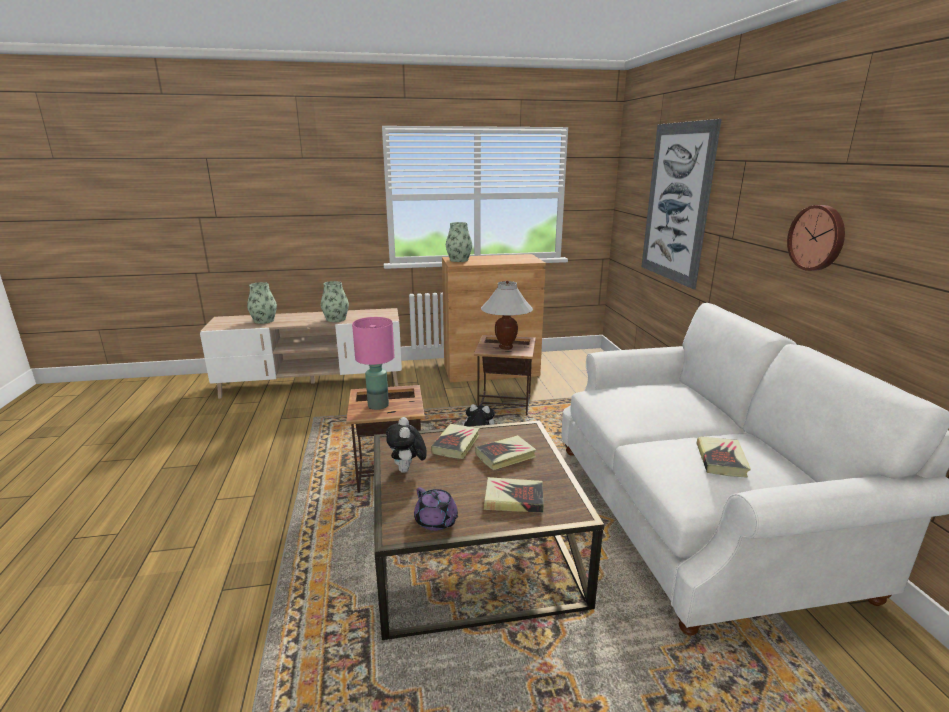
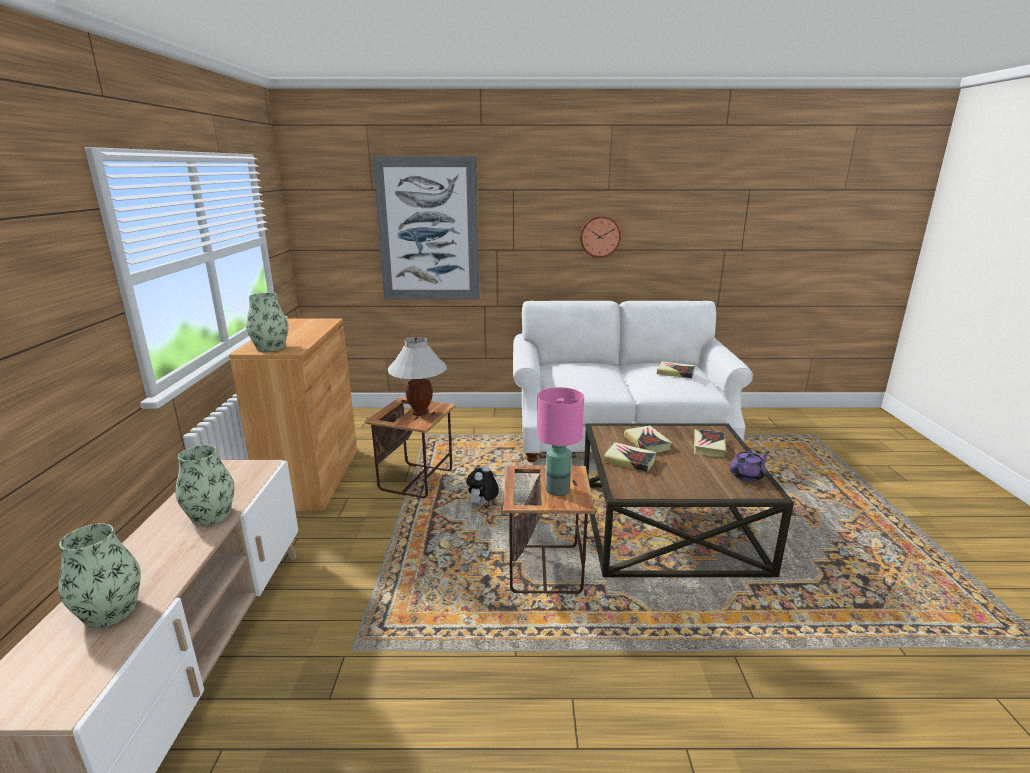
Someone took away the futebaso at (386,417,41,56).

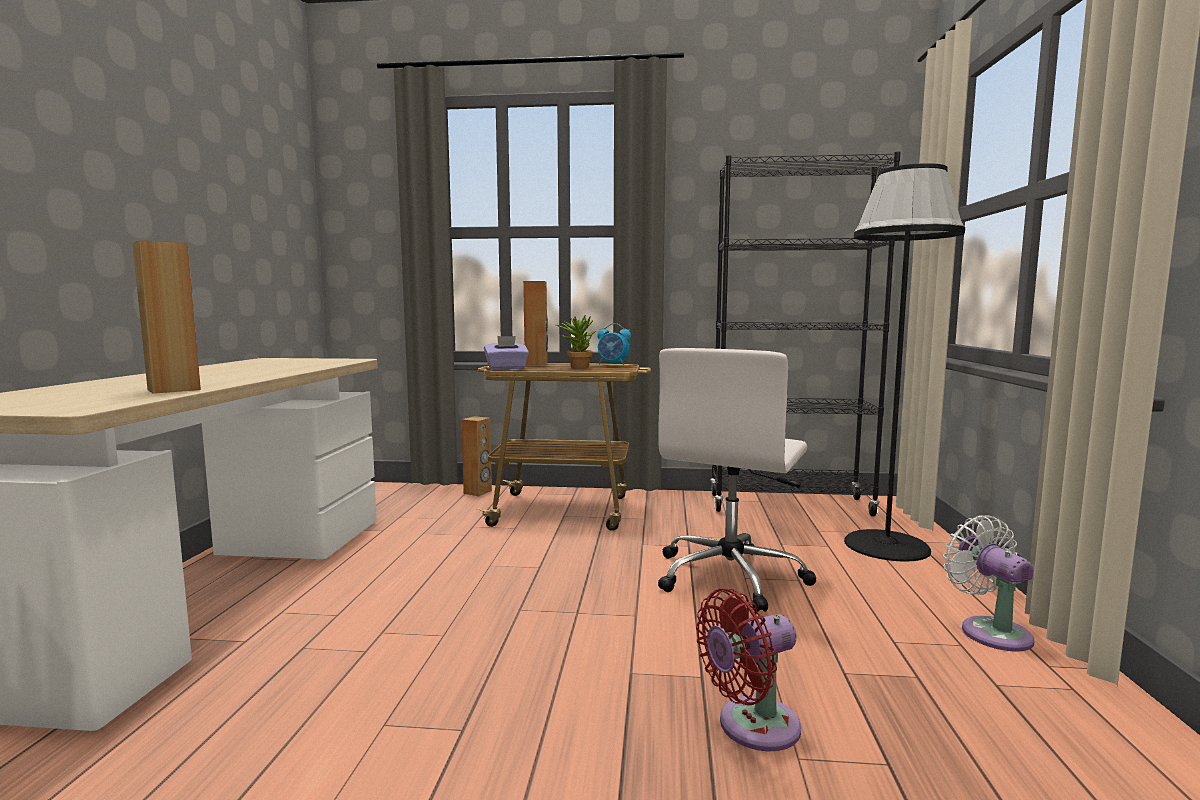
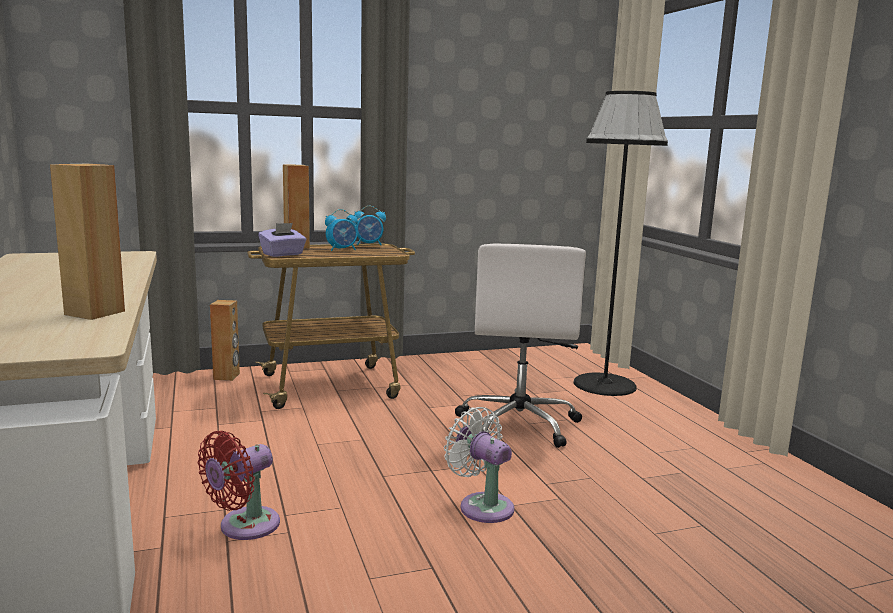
Someone carried the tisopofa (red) from (696,588,105,163) to (198,431,82,109).
Someone swapped the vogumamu at (556,315,41,54) for the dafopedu at (325,209,33,42).
Someone carried the tisopofa (white) from (943,515,91,137) to (444,407,70,116).
Someone took away the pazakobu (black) at (710,152,190,365).

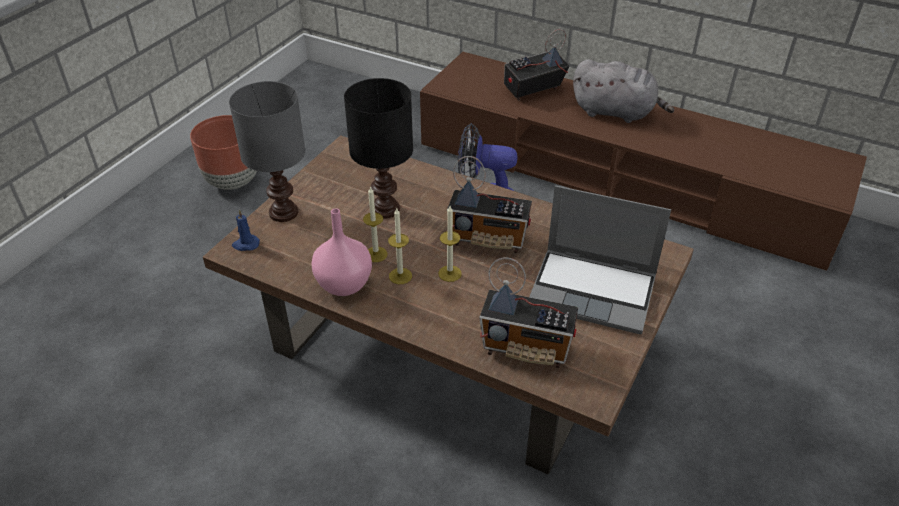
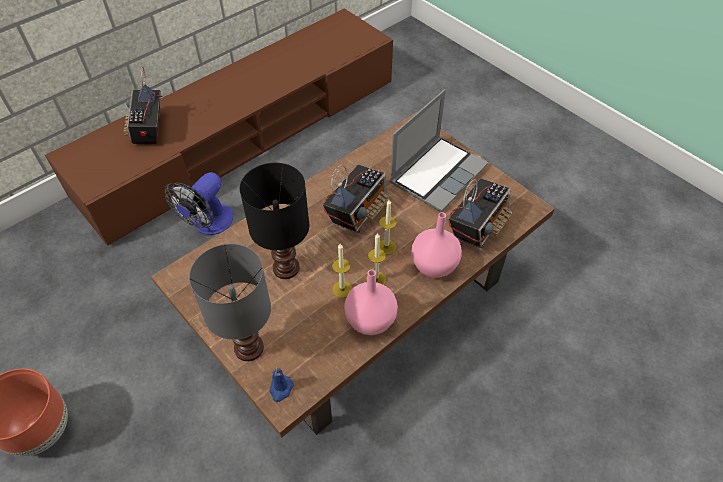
Someone put down the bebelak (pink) at (411,212,51,66).
Someone took away the futebaso (grey) at (573,59,101,64).

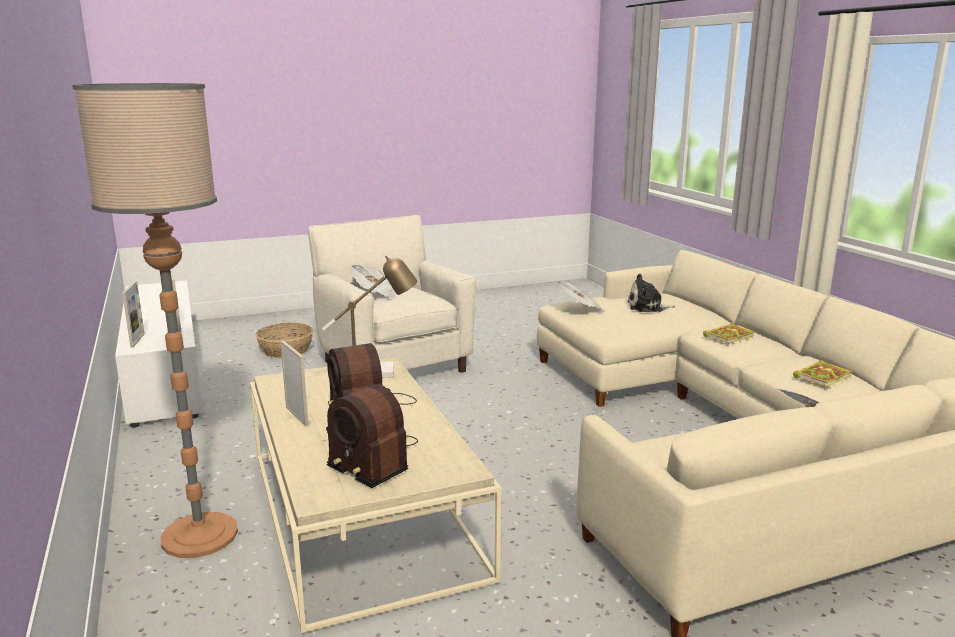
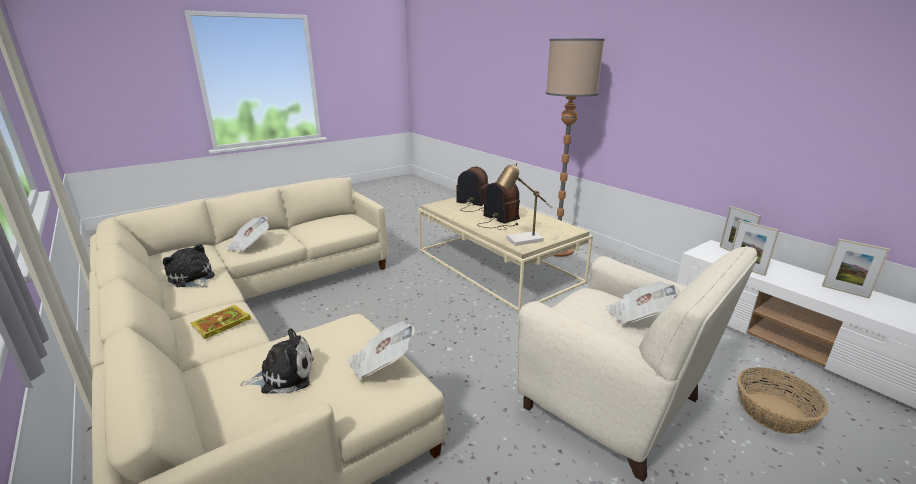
Someone swapped the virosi at (793,360,59,27) for the futebaso at (163,244,52,44).
Someone carried the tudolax from (280,340,29,87) to (822,239,68,60).

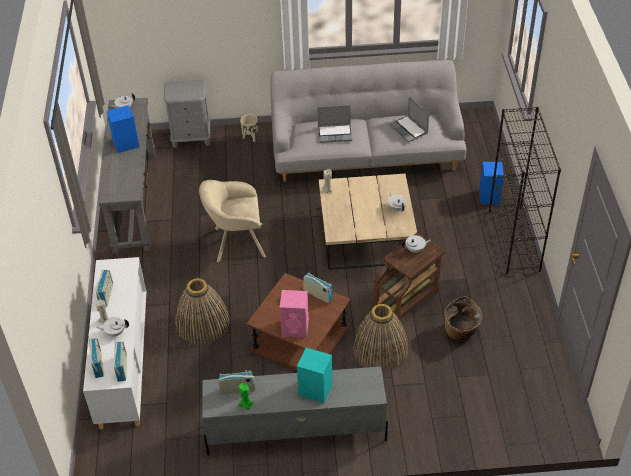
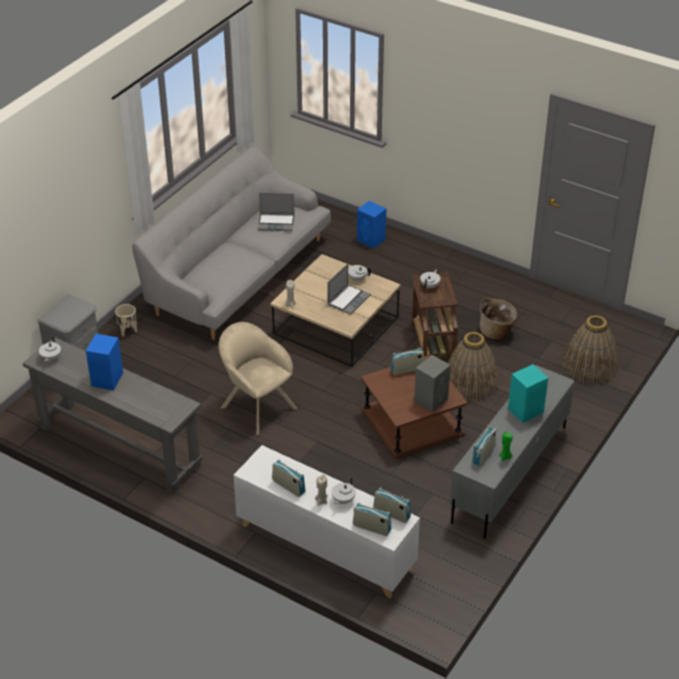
Someone rotated the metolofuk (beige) at (199,180,67,83) by 105 degrees clockwise.
Someone carried the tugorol from (317,105,35,38) to (327,263,44,52).
Someone repainted the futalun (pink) at (280,290,29,48), which became the futalun (grey) at (414,355,37,57).
Someone carried the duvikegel from (176,278,54,67) to (563,315,55,70).
Someone took away the pazakobu (black) at (489,107,72,167).

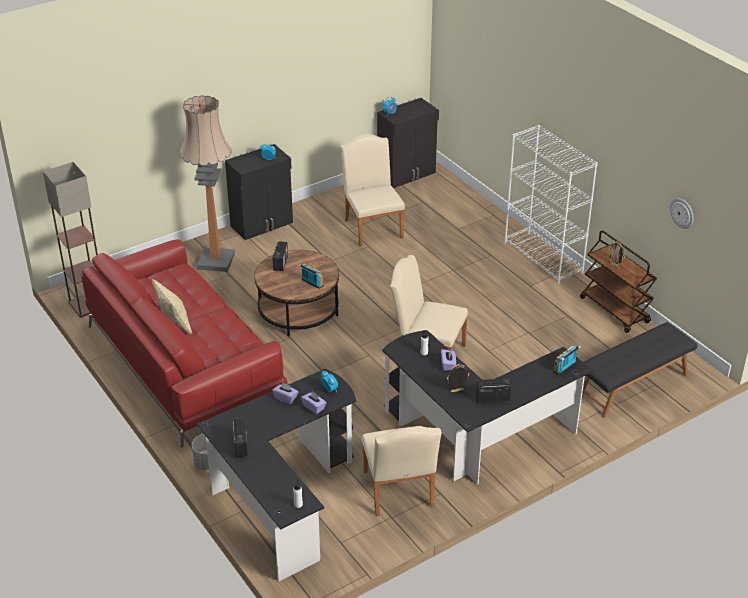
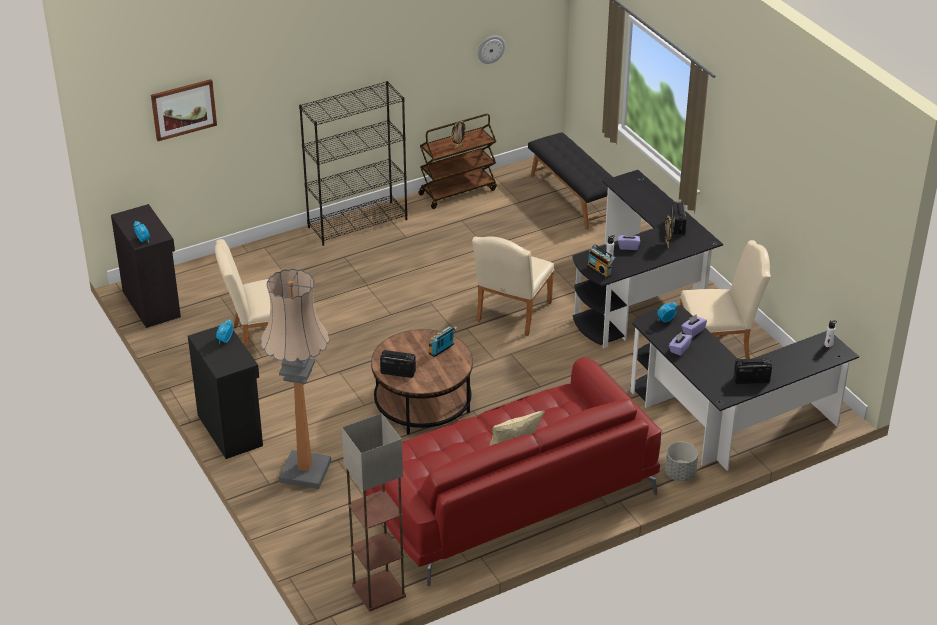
Someone put up the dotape at (151,79,66,62).
Someone repainted the pazakobu (white) at (505,125,93,159), which became the pazakobu (black) at (299,81,109,165).
Someone carried the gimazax from (553,345,28,30) to (587,244,29,35).

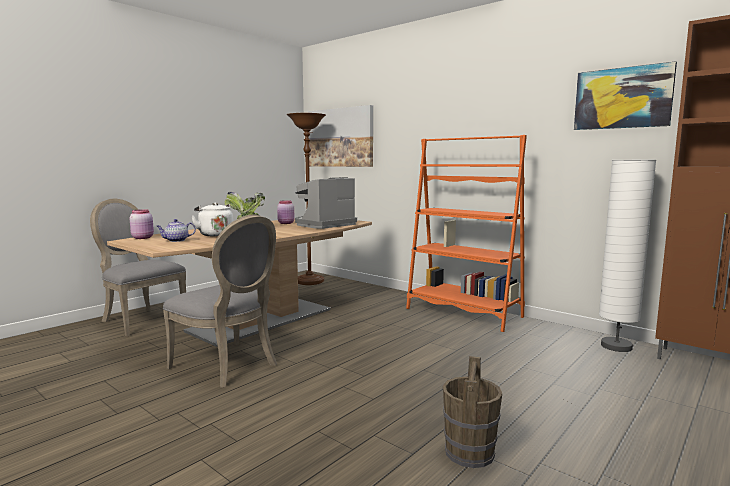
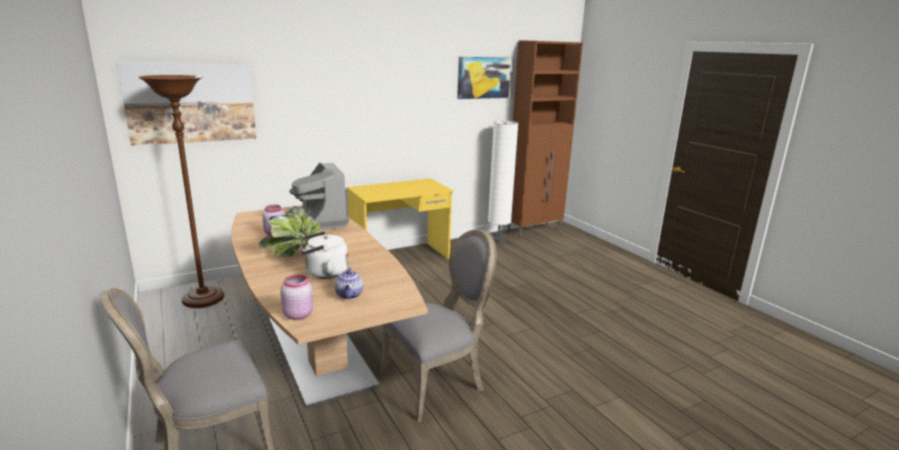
Someone swapped the pazakobu (orange) at (406,135,121,197) for the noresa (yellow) at (347,179,107,80).
Someone took away the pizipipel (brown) at (443,356,59,112).

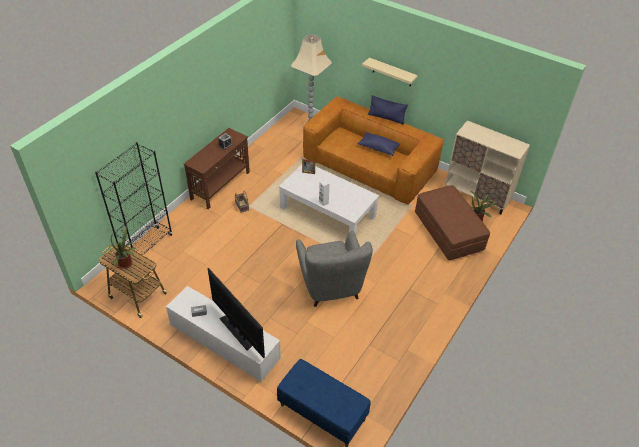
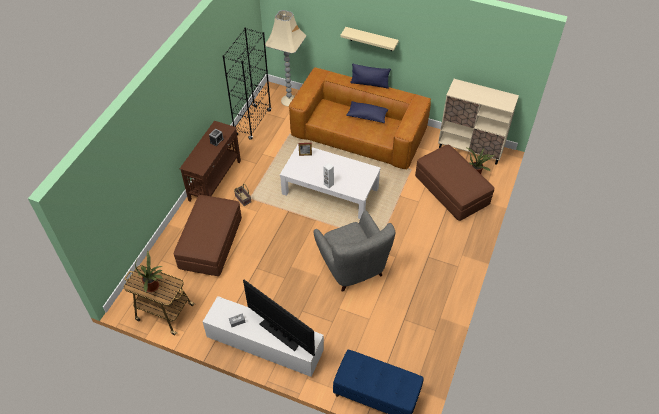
Someone put down the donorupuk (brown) at (174,195,68,81).
Someone carried the pazakobu (black) from (95,142,77,115) to (223,27,49,113).

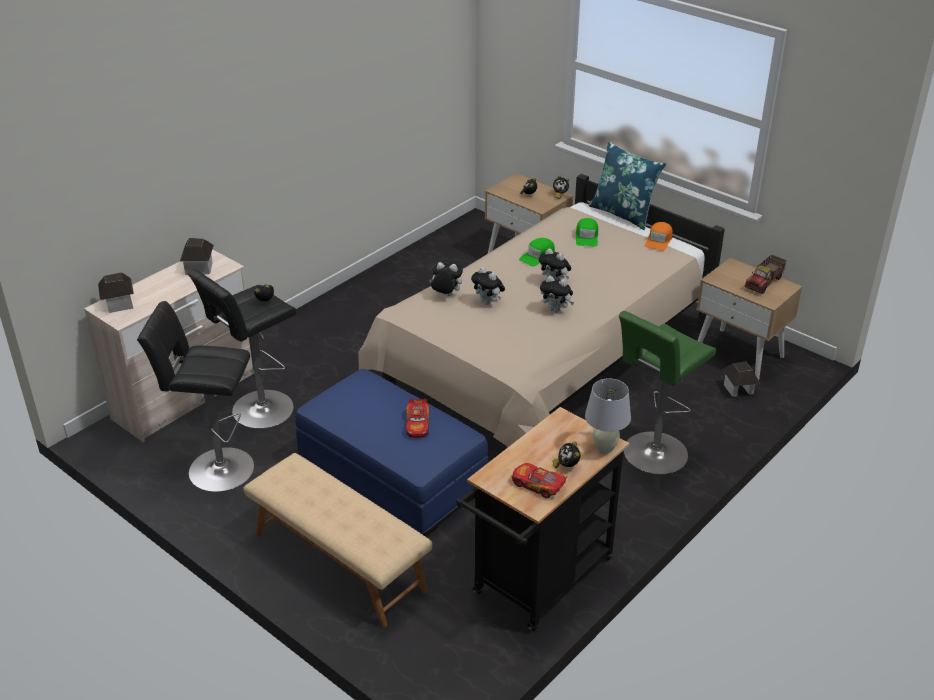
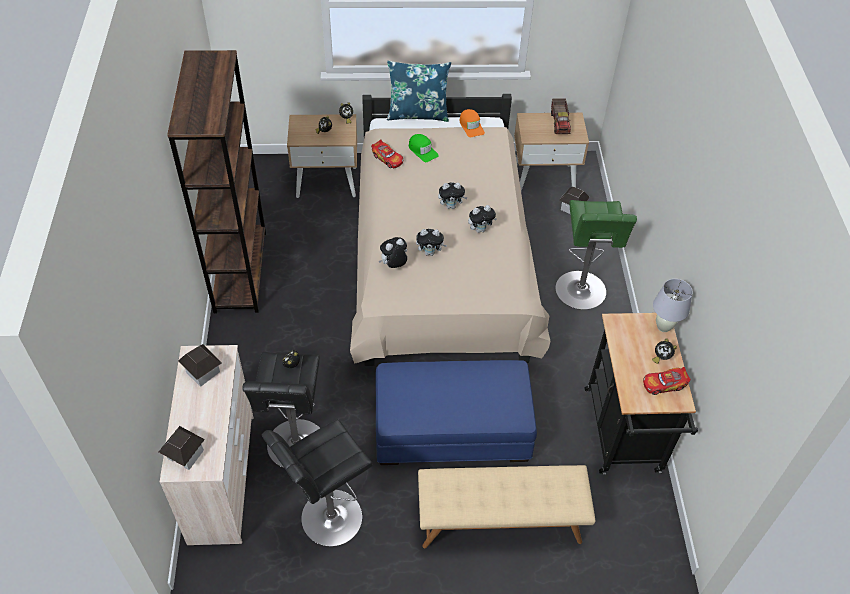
Someone put down the pazakobu (brown) at (167,50,99,264).
Someone carried the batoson from (406,399,24,39) to (371,140,32,28).
Someone took away the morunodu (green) at (519,238,36,28).

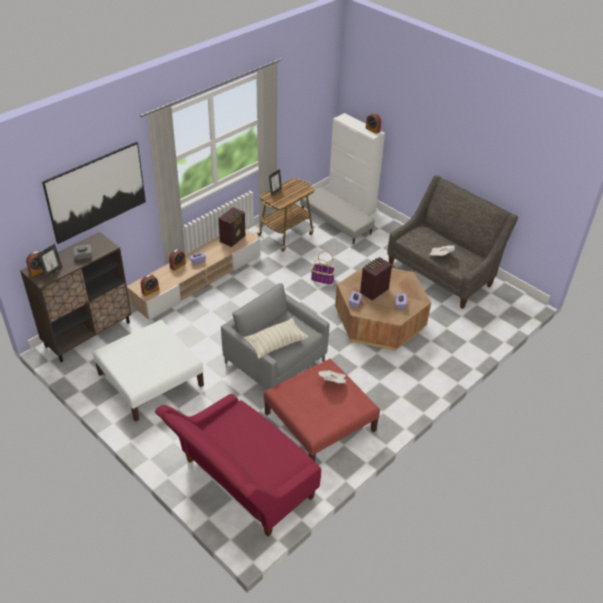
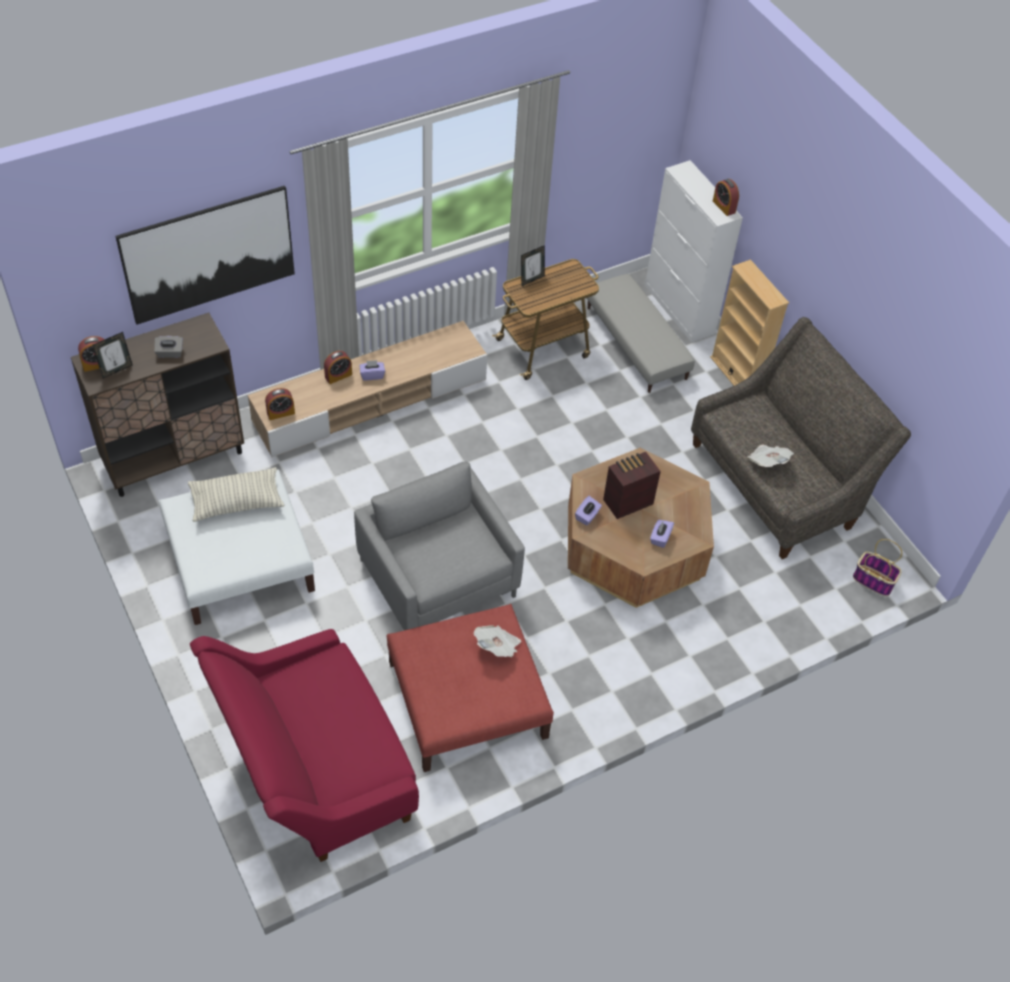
Someone carried the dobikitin from (243,318,66,41) to (188,467,97,55).
Someone put down the pazakobu (beige) at (710,259,79,127).
Someone carried the duvikegel from (311,251,24,34) to (853,539,49,57).
Someone took away the gimazax at (219,207,26,40).

